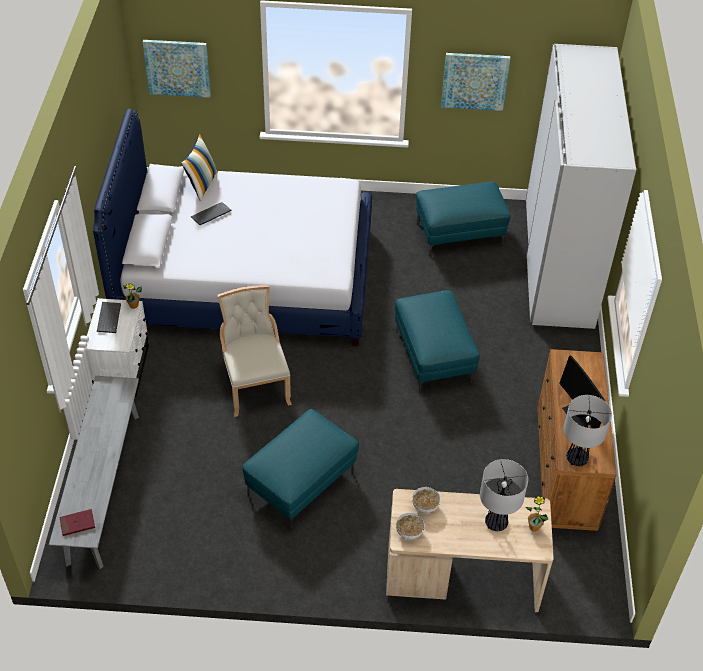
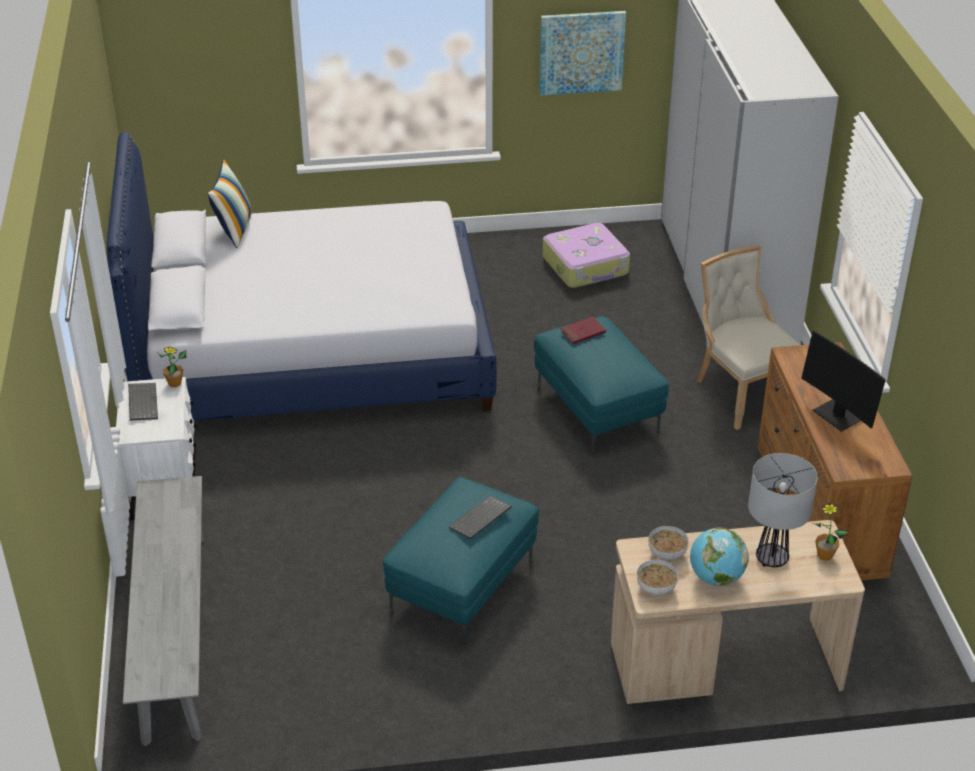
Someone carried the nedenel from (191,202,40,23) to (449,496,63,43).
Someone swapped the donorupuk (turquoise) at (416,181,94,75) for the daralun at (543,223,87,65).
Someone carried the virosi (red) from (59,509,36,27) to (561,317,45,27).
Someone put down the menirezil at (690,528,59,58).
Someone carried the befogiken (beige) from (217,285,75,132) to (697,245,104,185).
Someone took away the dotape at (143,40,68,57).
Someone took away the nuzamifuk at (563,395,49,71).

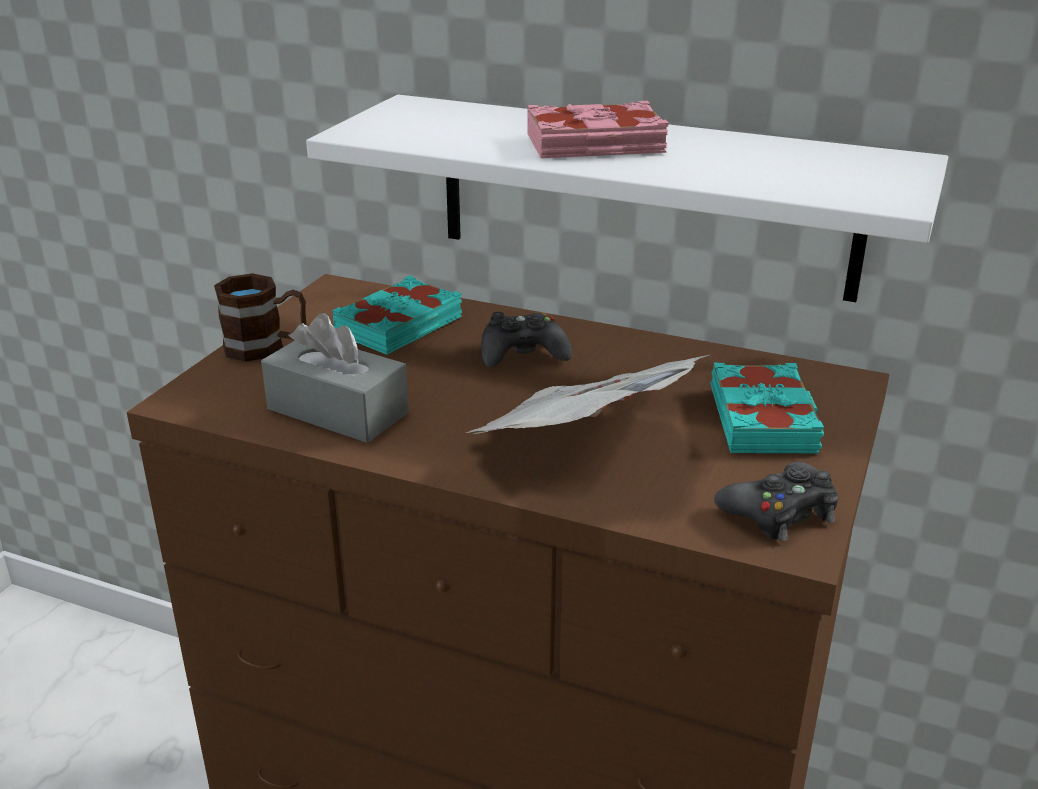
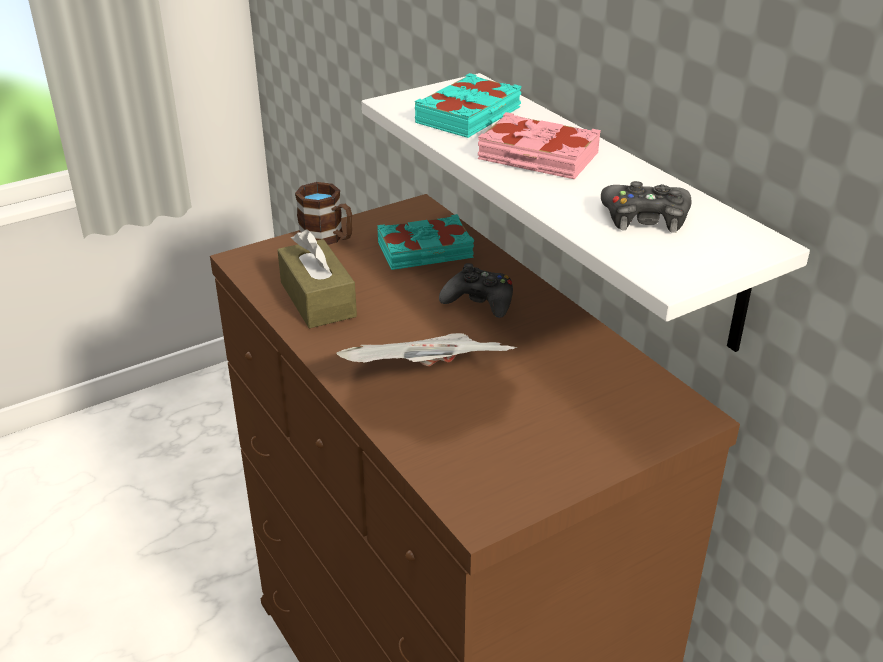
Someone repainted the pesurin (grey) at (261,313,148,130), which became the pesurin (brown) at (277,229,80,99).
Someone carried the virosi (turquoise) from (711,363,113,90) to (415,73,107,65).
Someone carried the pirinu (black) from (714,462,125,79) to (601,181,91,52).

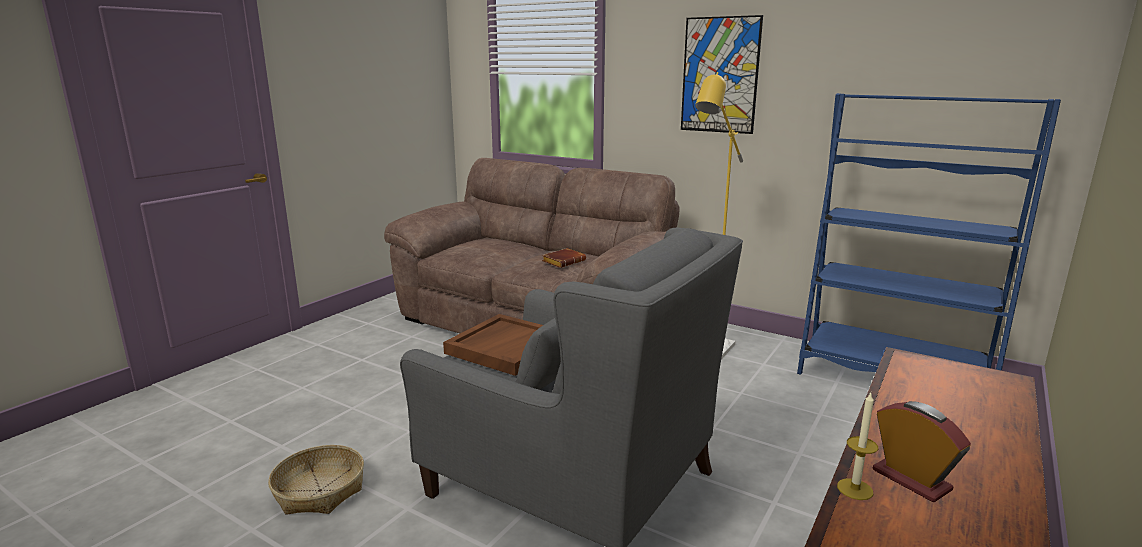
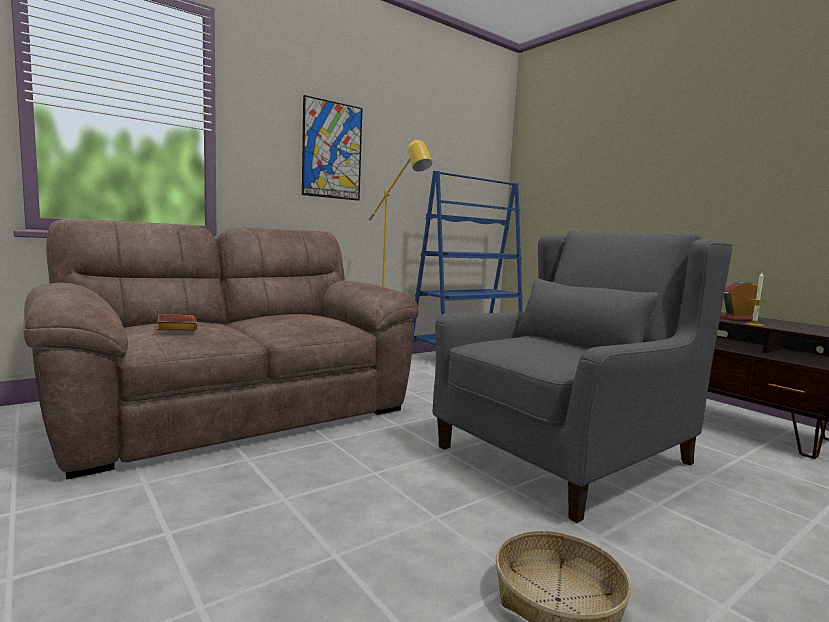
Someone carried the virosi (brown) from (542,248,44,20) to (157,314,40,17).
Someone took away the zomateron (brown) at (443,314,100,62).

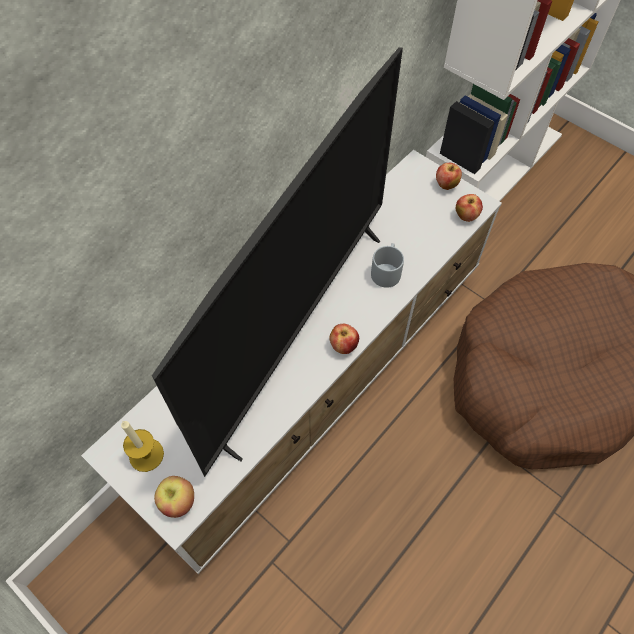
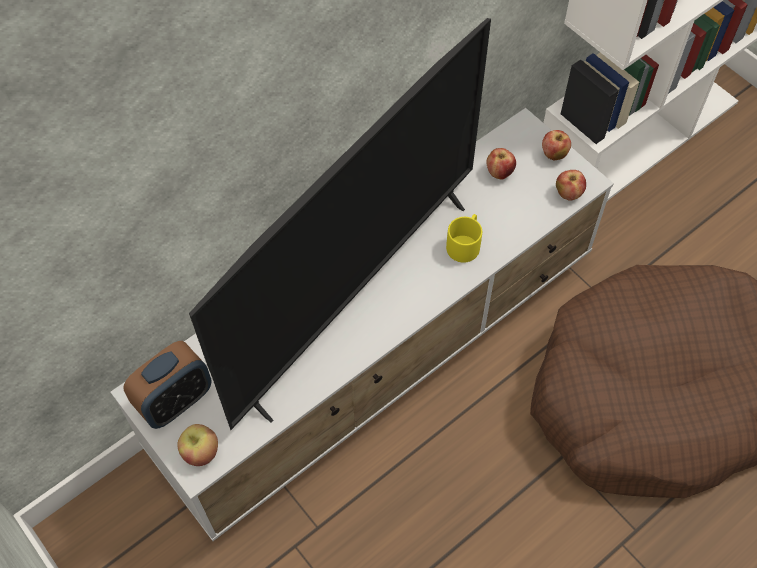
Someone swapped the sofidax at (121,421,43,51) for the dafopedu at (123,341,89,88).
Someone repainted the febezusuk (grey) at (371,243,33,45), which became the febezusuk (yellow) at (446,214,36,49).
Someone carried the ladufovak from (329,324,30,30) to (486,148,30,31).

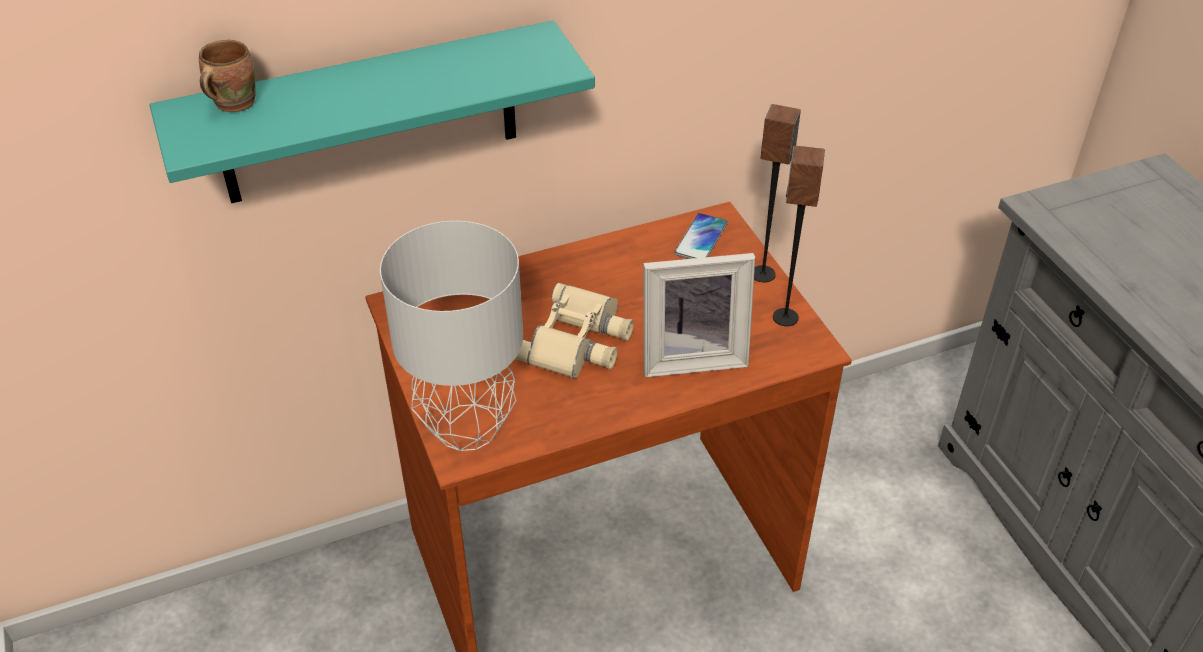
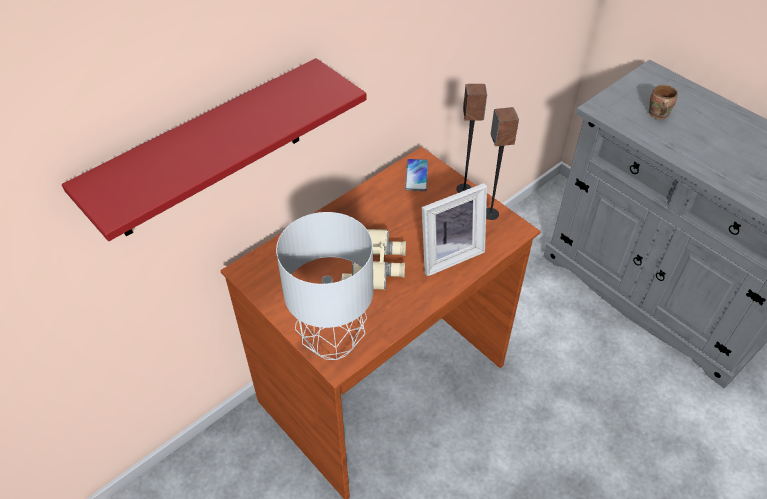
Someone repainted the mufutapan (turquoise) at (150,20,445,183), which became the mufutapan (red) at (62,58,305,183).
Someone carried the febezusuk (brown) from (199,40,56,72) to (649,85,29,34).

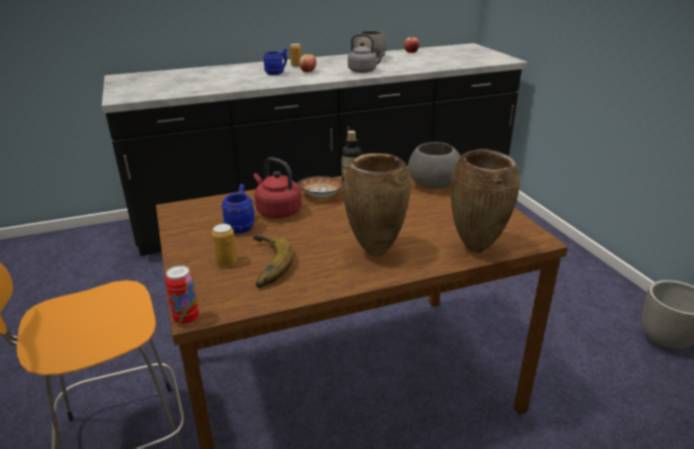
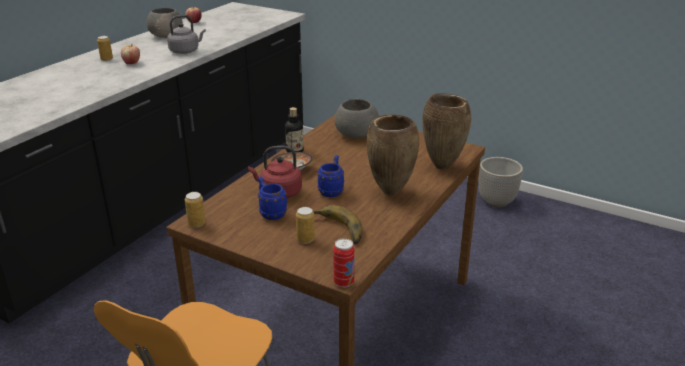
Someone put down the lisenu at (185,192,21,36).
Someone carried the febezusuk (blue) from (263,48,24,27) to (317,155,27,42).

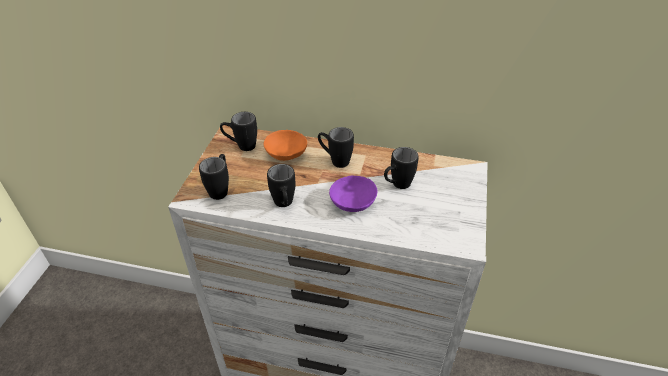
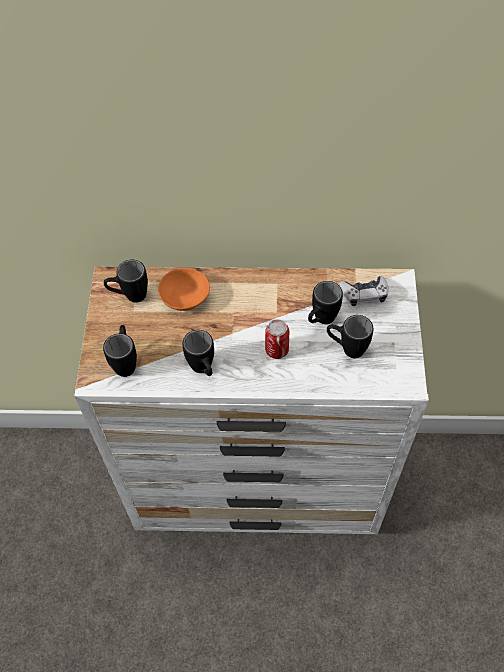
Someone swapped the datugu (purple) at (329,176,49,36) for the lisenu at (265,319,24,40).
Someone carried the febezusuk (black) from (318,127,36,41) to (327,315,46,43).
Someone put down the pirinu at (339,276,50,30).

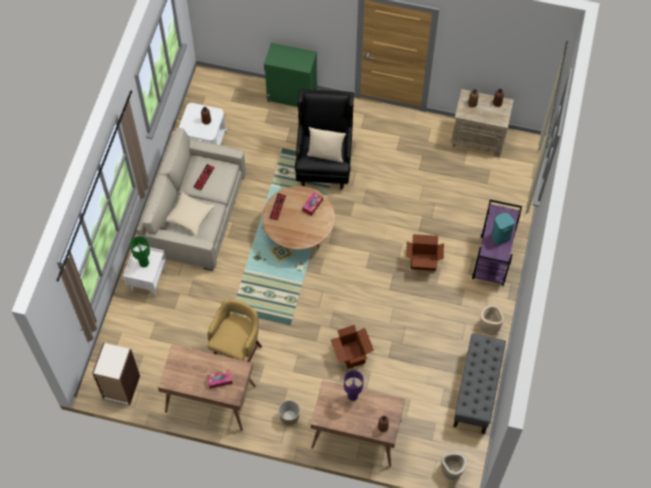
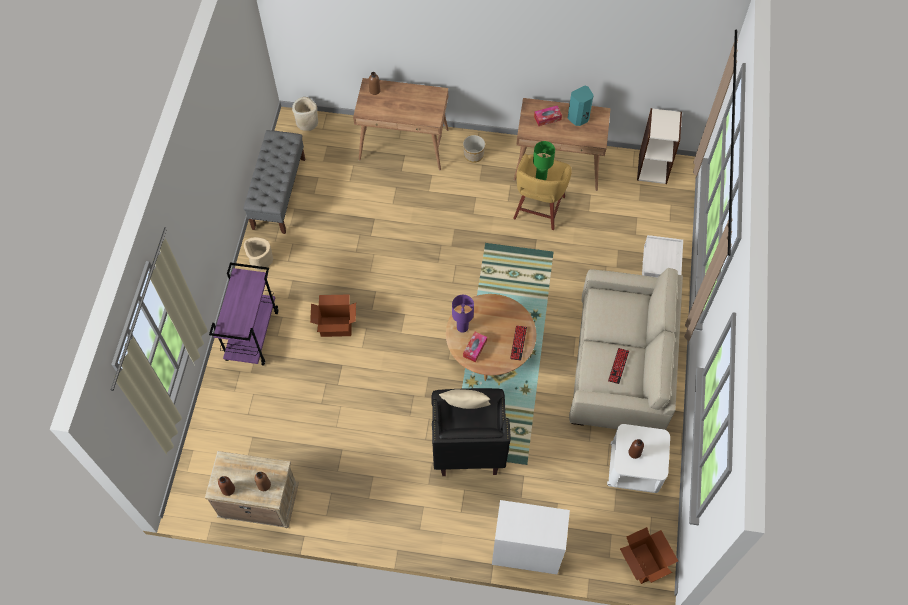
Someone carried the nuzamifuk (purple) from (344,370,20,31) to (452,295,22,38).
Someone repainted the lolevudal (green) at (264,43,53,64), which became the lolevudal (white) at (492,500,78,74).
Someone carried the nuzamifuk (green) from (130,236,20,31) to (533,141,22,39).
Someone carried the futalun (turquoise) from (491,213,24,32) to (567,86,27,40).
Someone carried the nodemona from (330,325,44,44) to (620,527,58,57).
Someone took away the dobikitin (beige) at (166,192,49,44).

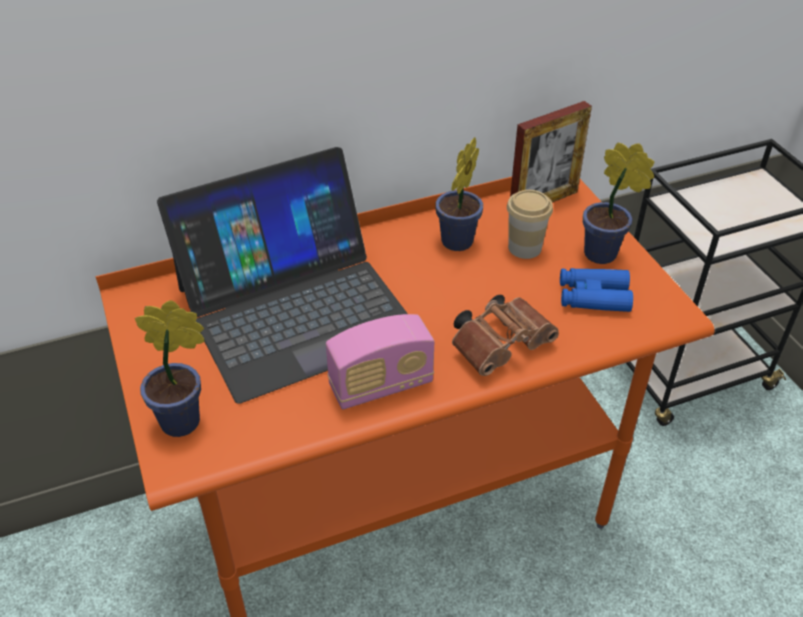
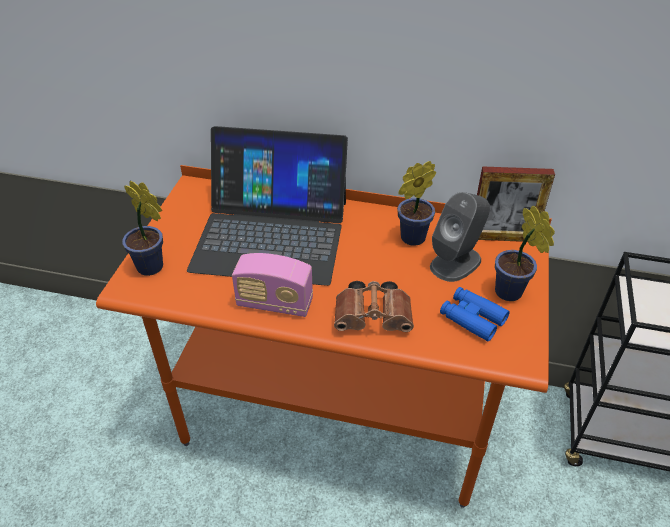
Someone swapped the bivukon at (507,190,46,69) for the futalun (grey) at (430,192,60,90).

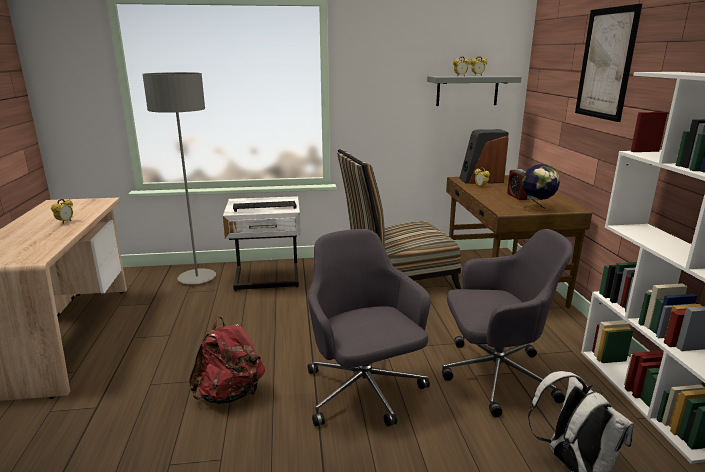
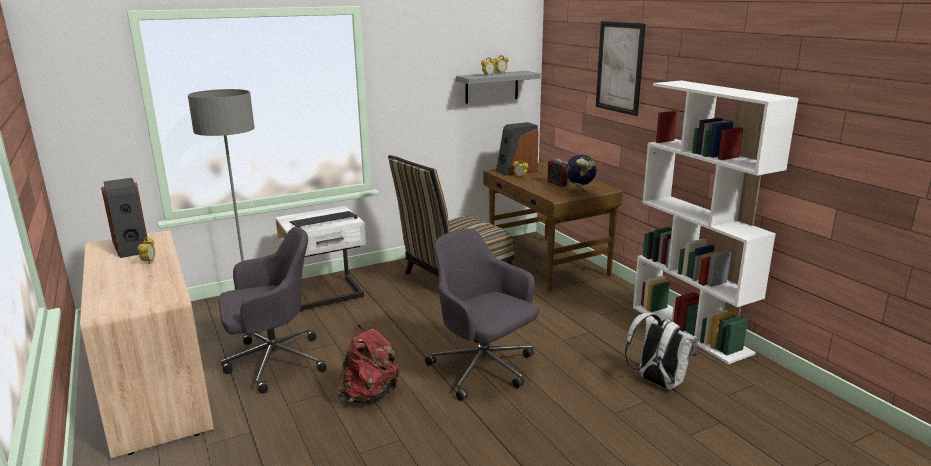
Someone put down the futalun at (101,178,47,80).
Someone carried the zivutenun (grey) from (442,229,131,188) to (218,227,109,167).

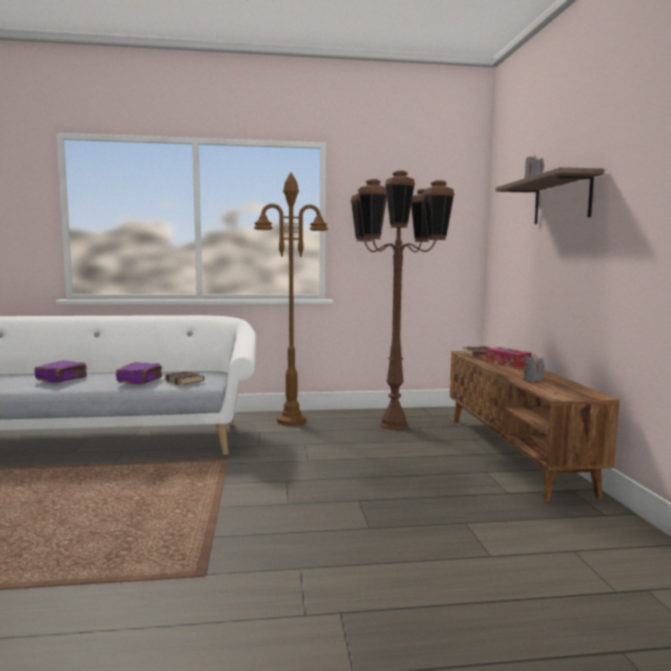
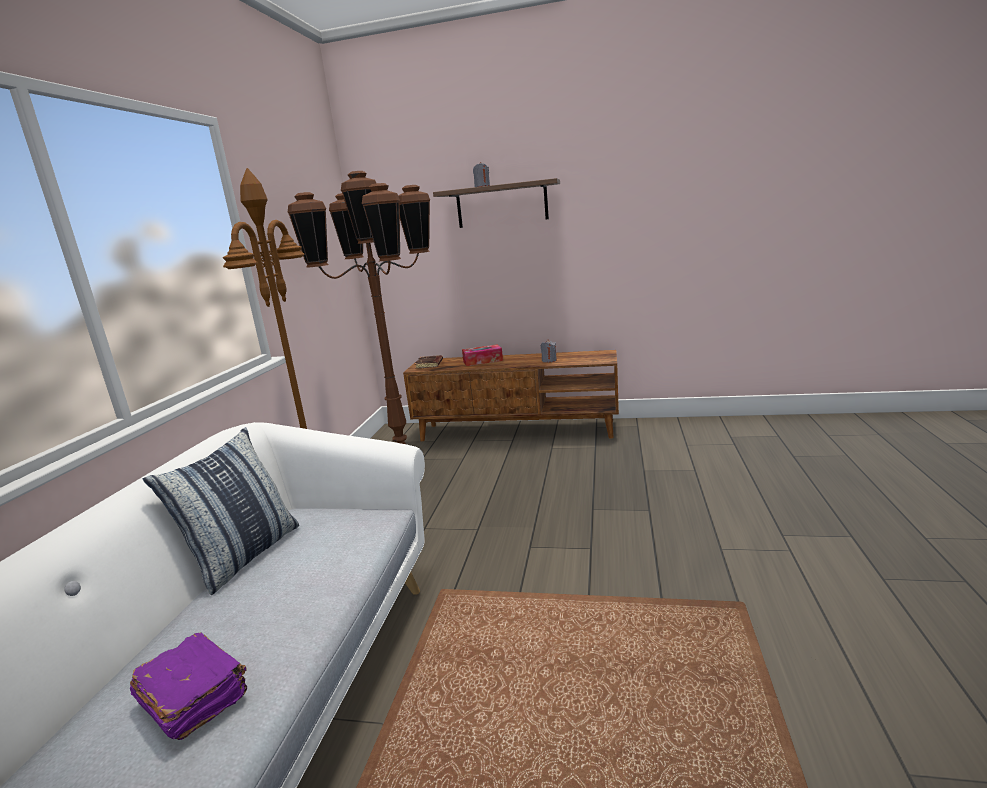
Someone put down the dobikitin at (142,427,157,168).
Someone took away the virosi (purple) at (116,362,46,22).
Someone took away the virosi (brown) at (164,371,40,14).

